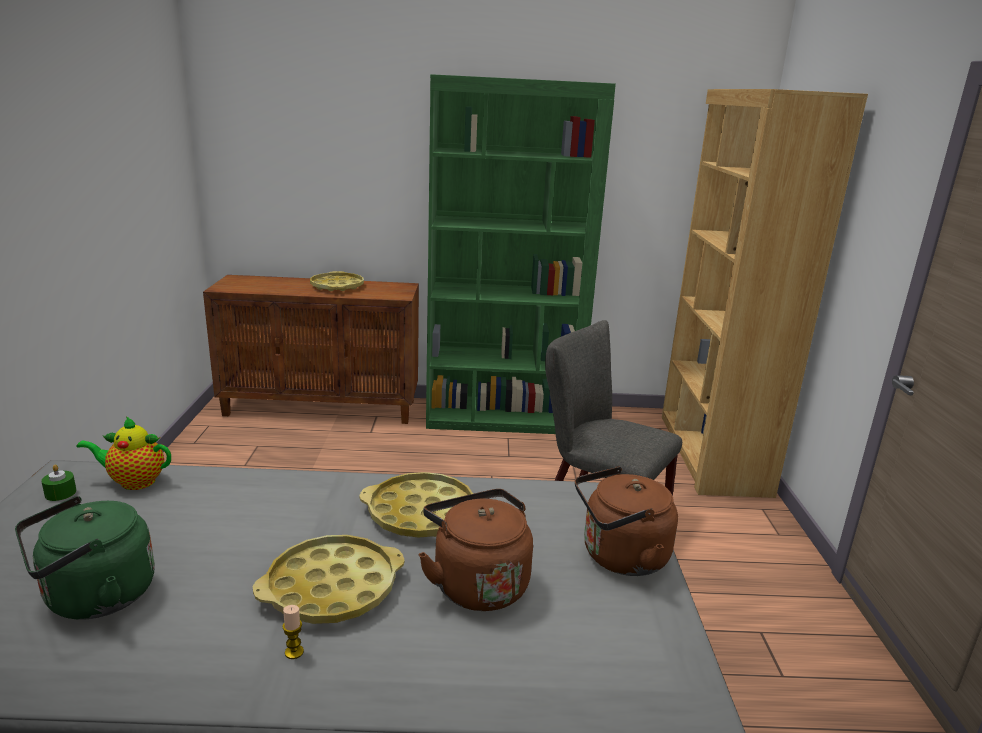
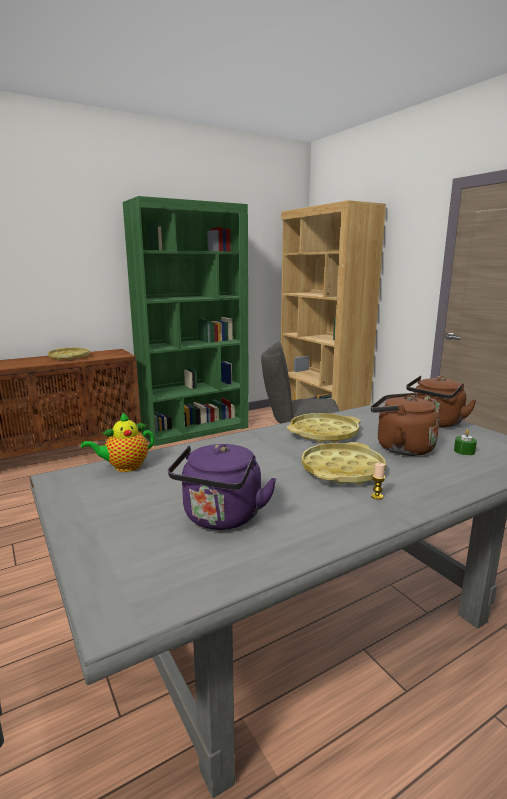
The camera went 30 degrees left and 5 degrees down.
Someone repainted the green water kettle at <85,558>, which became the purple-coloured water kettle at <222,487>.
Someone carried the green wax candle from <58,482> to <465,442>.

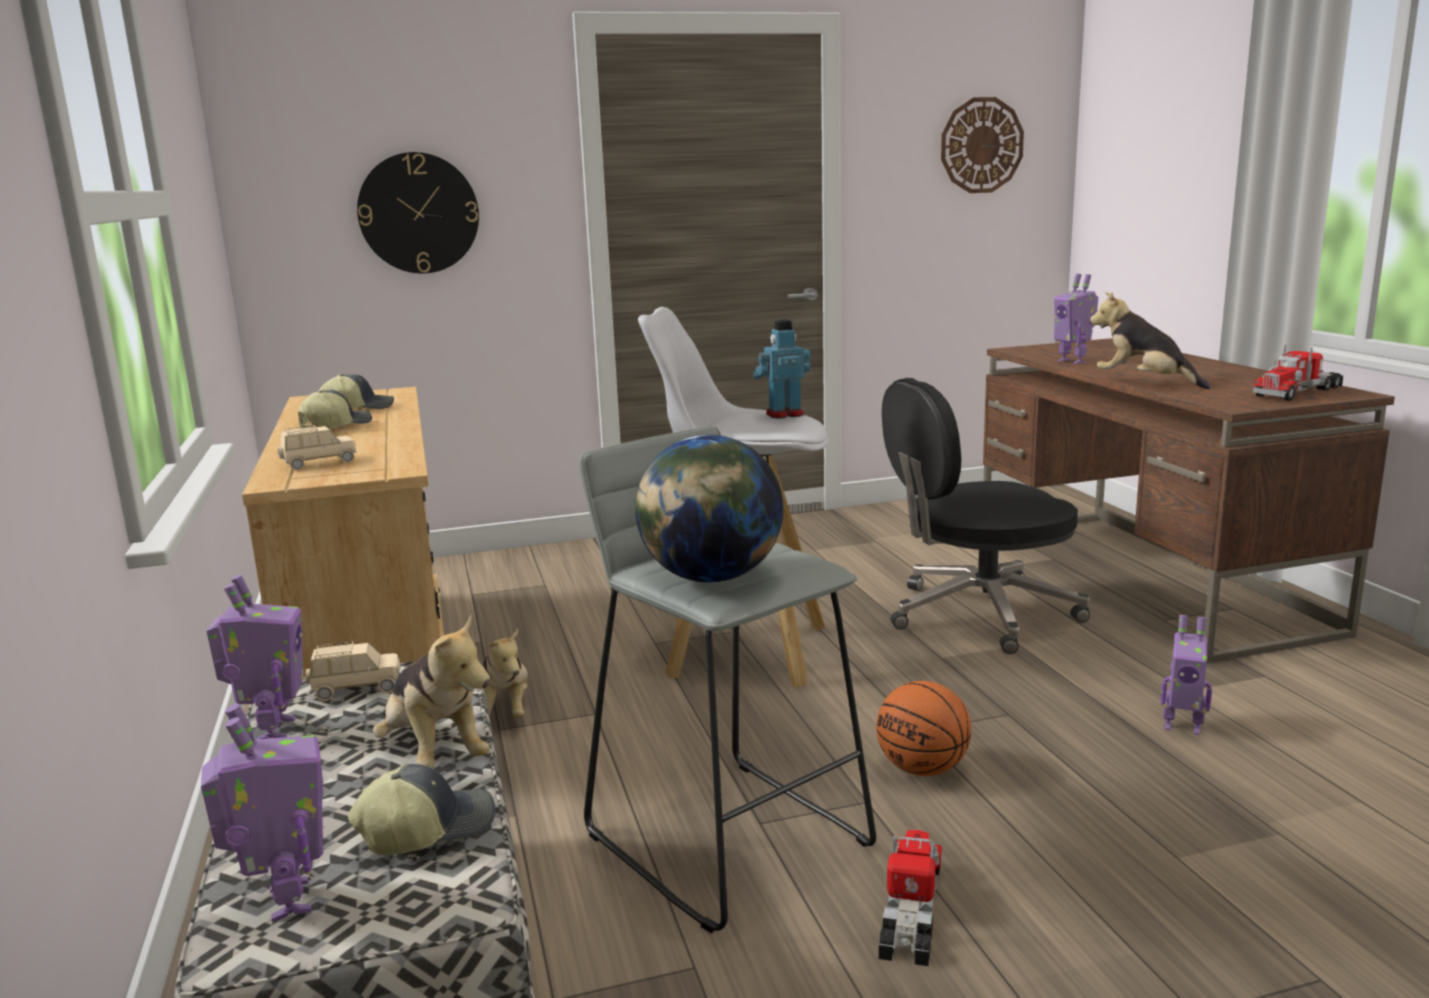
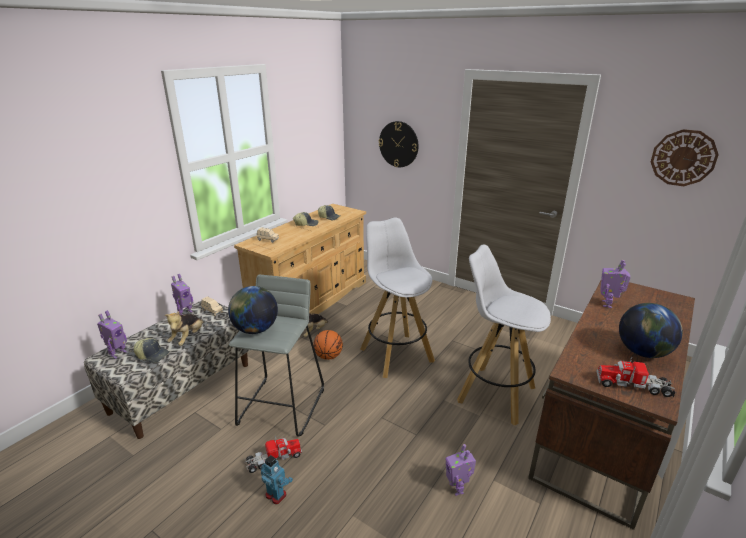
The camera went 50 degrees right and 10 degrees up.
Someone carried the robot figure from <781,369> to <276,479>.
Someone carried the basketball from <923,728> to <328,345>.
Someone swapped the blackish desk chair at <986,516> for the white-coloured stool at <504,335>.
Someone took away the plush toy at <1150,340>.
Someone put down the world globe at <651,330>.

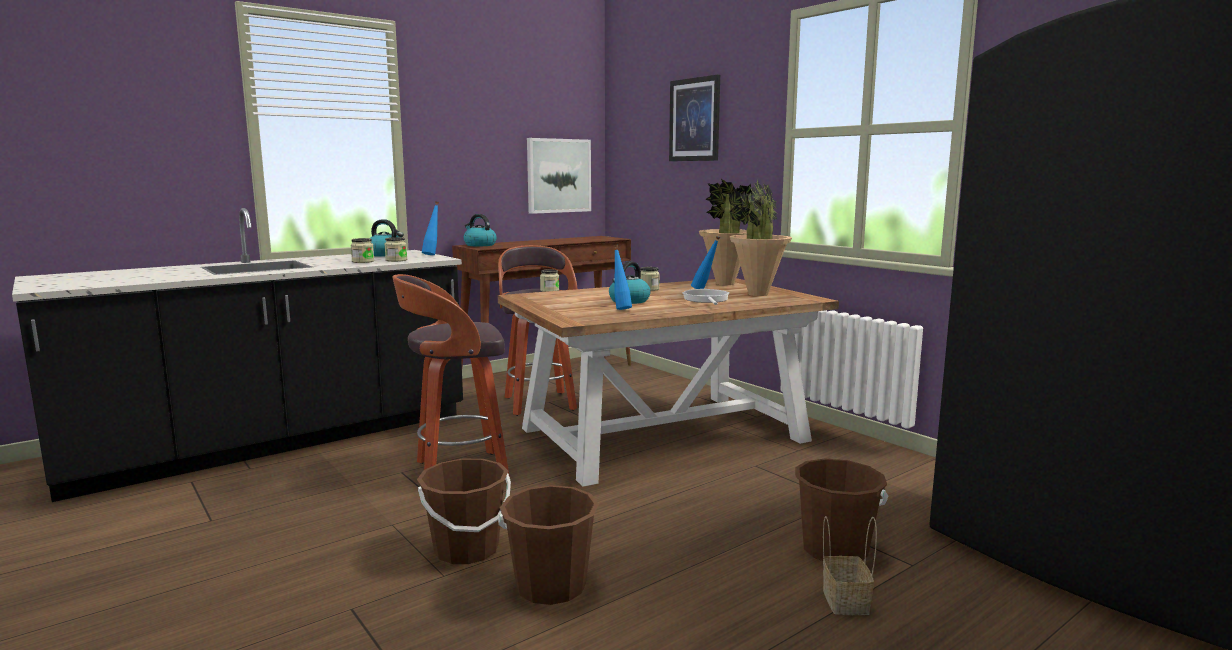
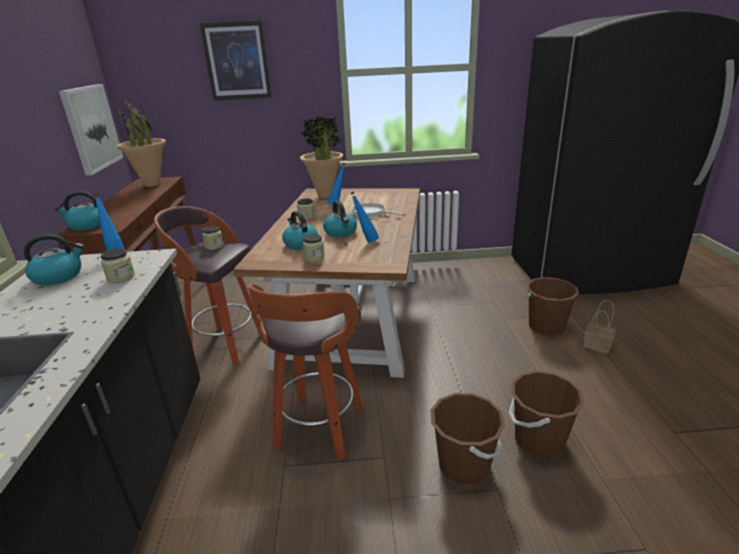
The camera went 55 degrees left and 15 degrees up.
Someone carried the storage jar from <362,250> to <314,248>.
Someone carried the potted plant from <761,237> to <141,143>.
Someone put down the water kettle at <300,230>.

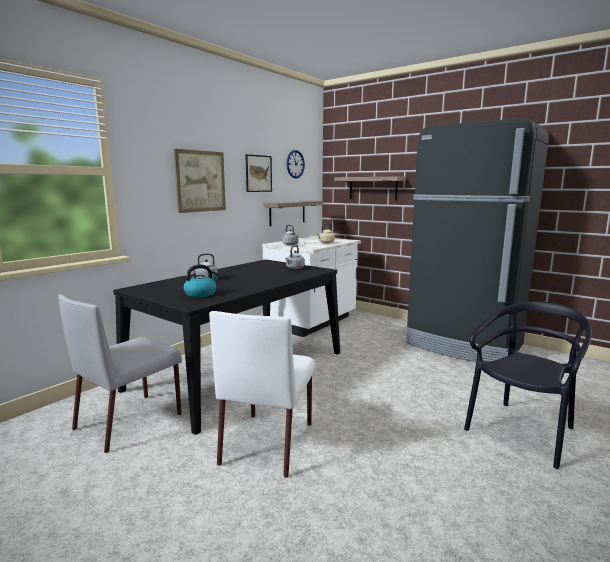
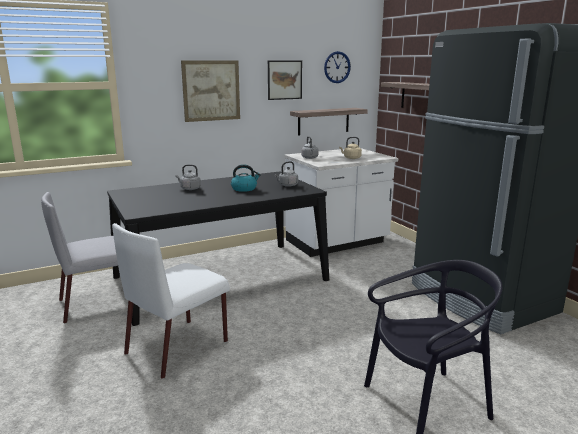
The camera went 25 degrees right and 5 degrees up.
Someone carried the water kettle from <201,280> to <246,178>.

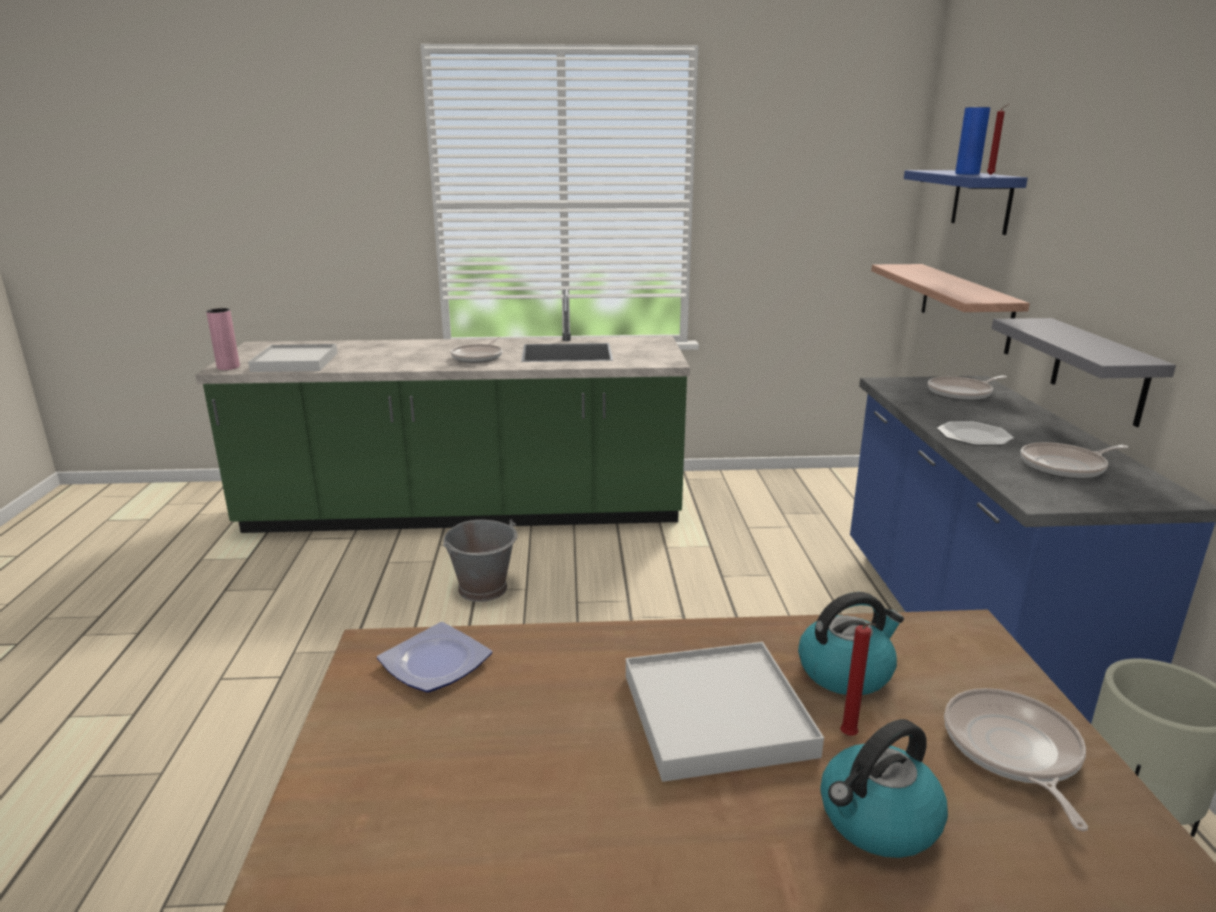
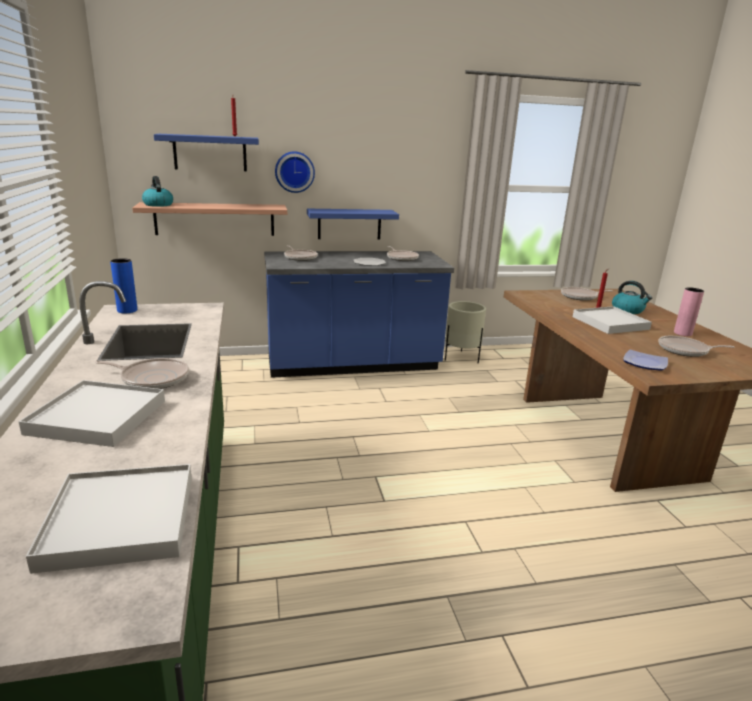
The camera went 100 degrees left and 0 degrees up.
Someone carried the pink decorative vase from <223,339> to <689,311>.
Someone took away the gray bucket at <480,561>.
Someone carried the water kettle from <851,643> to <157,191>.
Someone carried the blue decorative vase from <972,141> to <123,285>.
Someone repainted the gray wall shelf at <1084,372>, which became the blue wall shelf at <353,224>.
Someone put down the white-coloured serving tray at <92,413>.
Someone put up the wall clock at <295,172>.
Someone put down the frying pan at <696,346>.

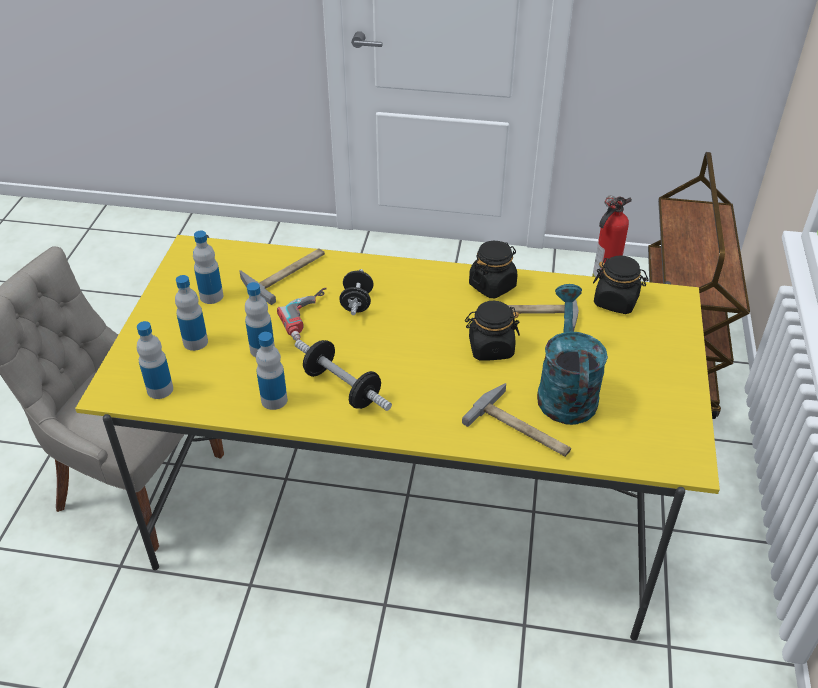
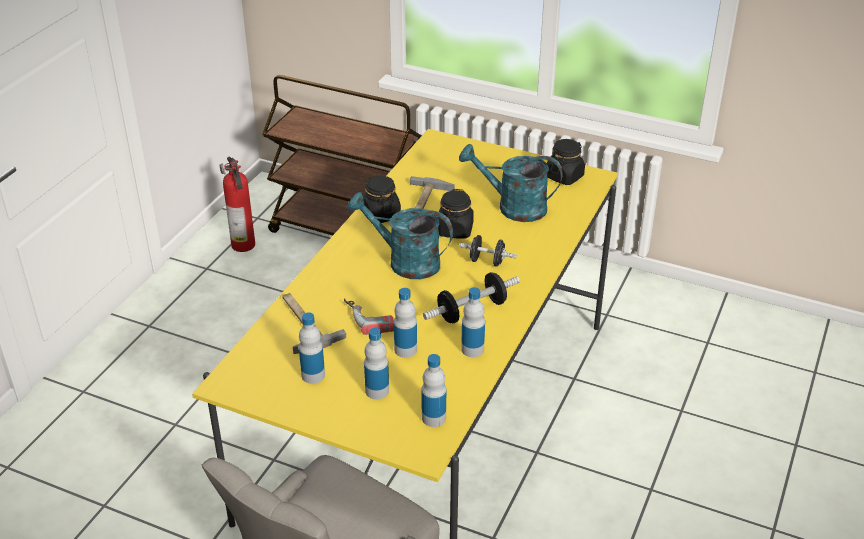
The camera went 75 degrees left and 5 degrees down.
Someone carried the blackish dumbbell from <356,292> to <488,251>.
Someone took away the tool hammer at <516,420>.
Someone carried the blackish storage jar from <620,284> to <566,162>.
Someone put down the blue-green sprinkling can at <400,235>.

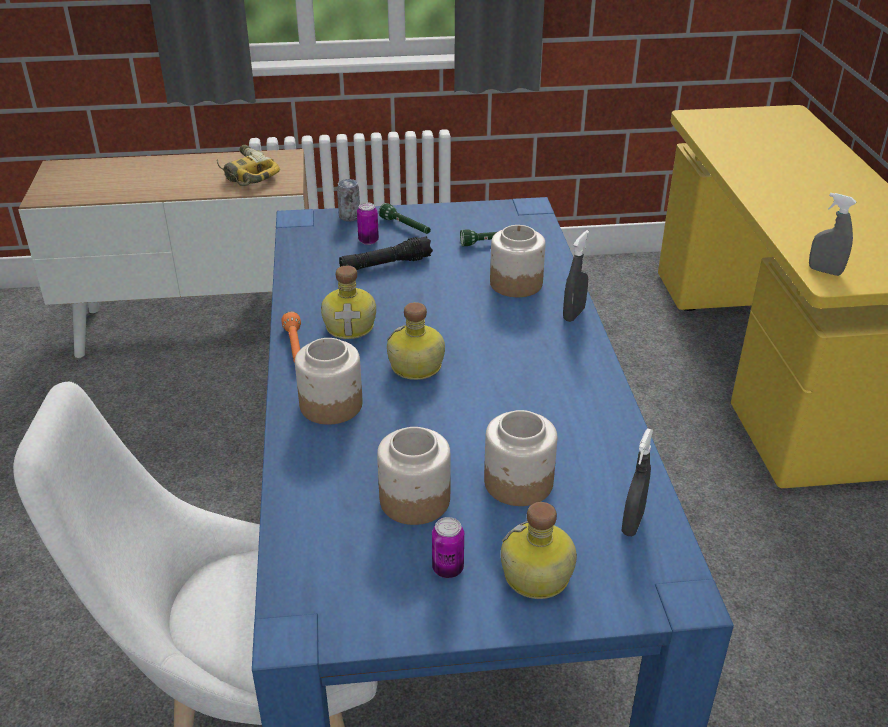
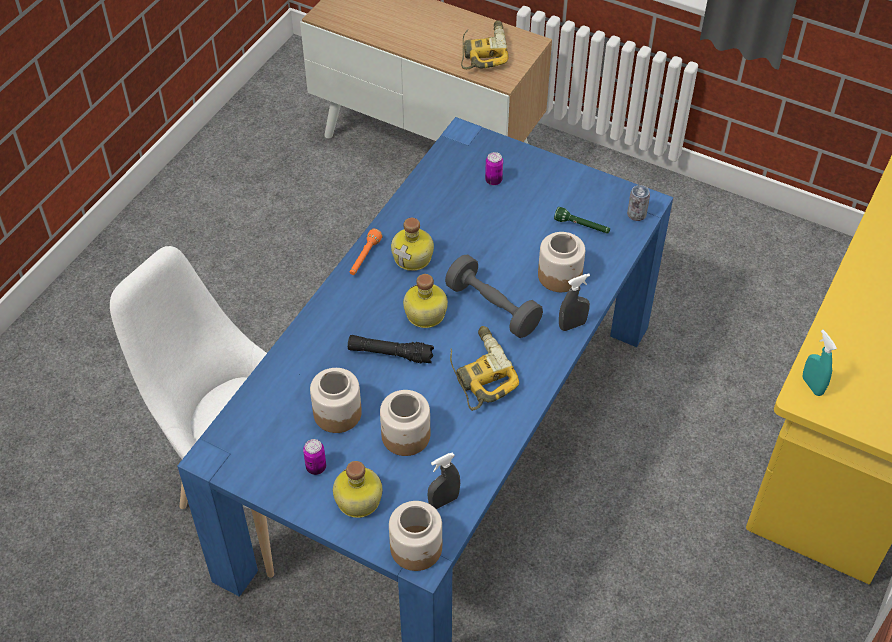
The camera went 35 degrees right and 15 degrees up.
Someone carried the storage jar from <329,381> to <415,536>.
Someone carried the metal can from <348,200> to <638,203>.
Someone carried the blackish hand torch from <386,253> to <391,349>.
Someone took away the green hand torch at <405,218>.
Someone repainted the gray hand sprayer at <832,234>, which became the blue-green hand sprayer at <820,363>.
Someone put down the gray dumbbell at <494,296>.
Someone put down the electric drill at <484,368>.

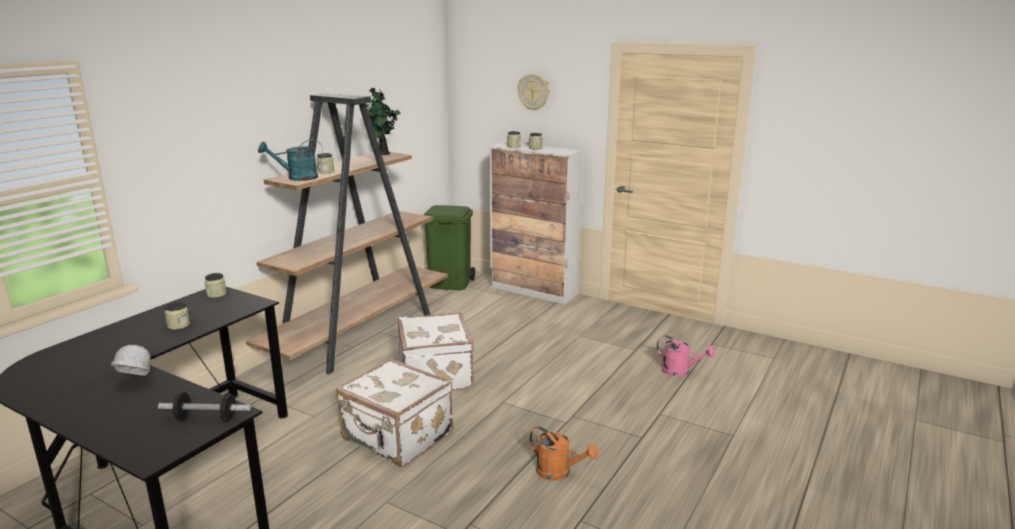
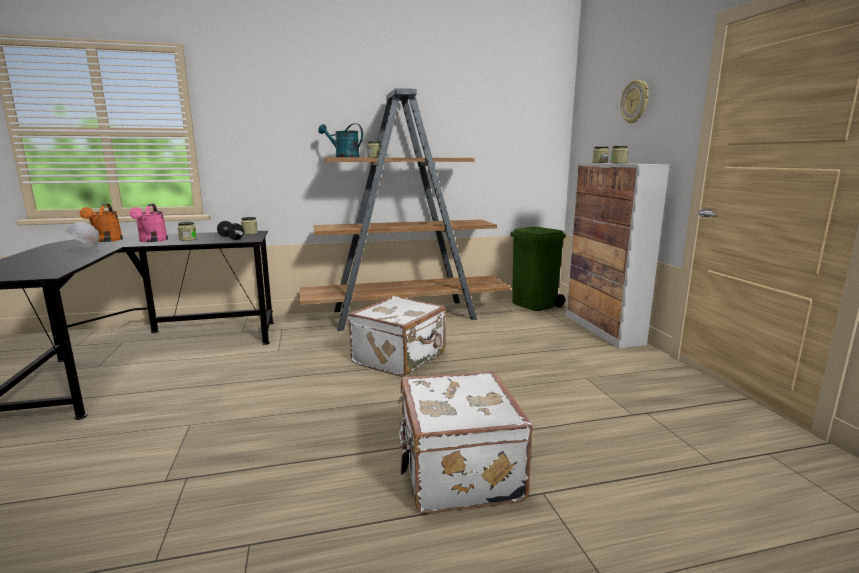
The camera went 45 degrees right and 5 degrees down.
Someone carried the dumbbell from <204,407> to <230,230>.
Someone carried the white-coloured piece of luggage from <394,413> to <465,442>.
Someone took away the potted plant at <382,121>.
Someone carried the orangey sprinkling can from <563,454> to <101,223>.
Someone carried the pink sprinkling can from <686,356> to <148,223>.

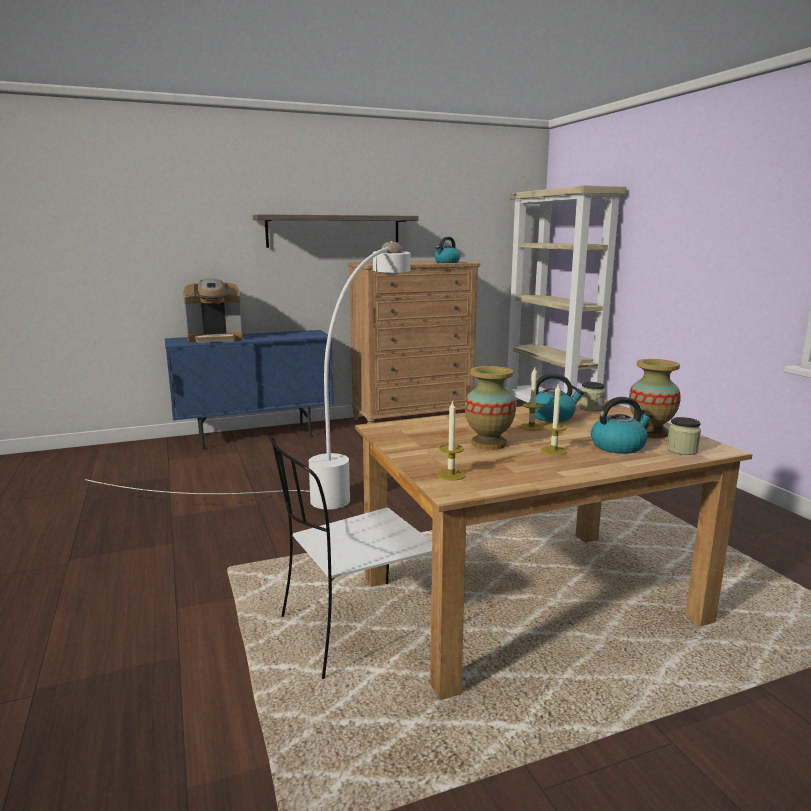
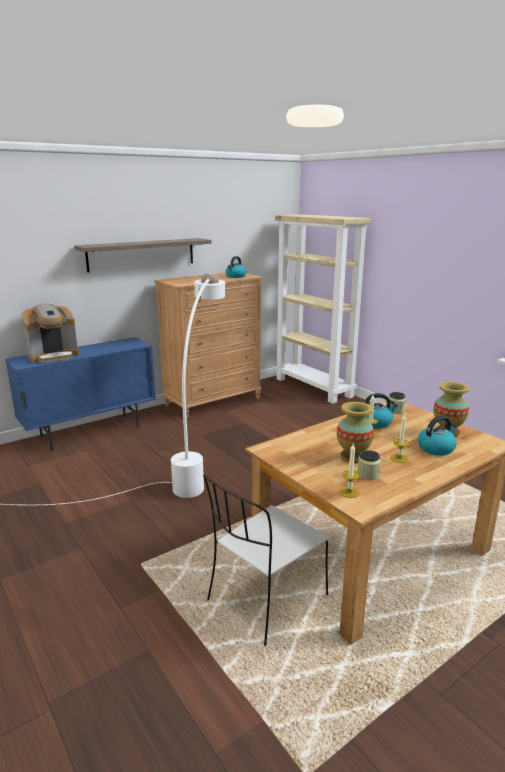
The camera went 15 degrees left and 5 degrees up.
Someone carried the storage jar from <684,436> to <369,465>.

